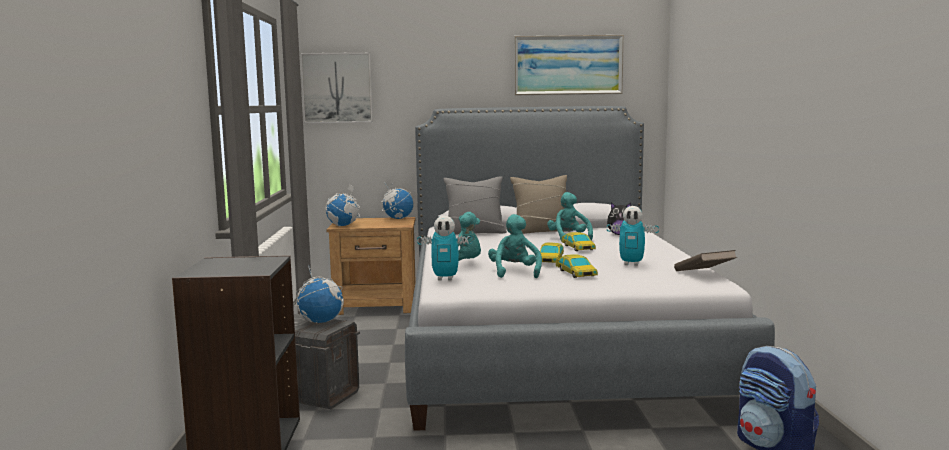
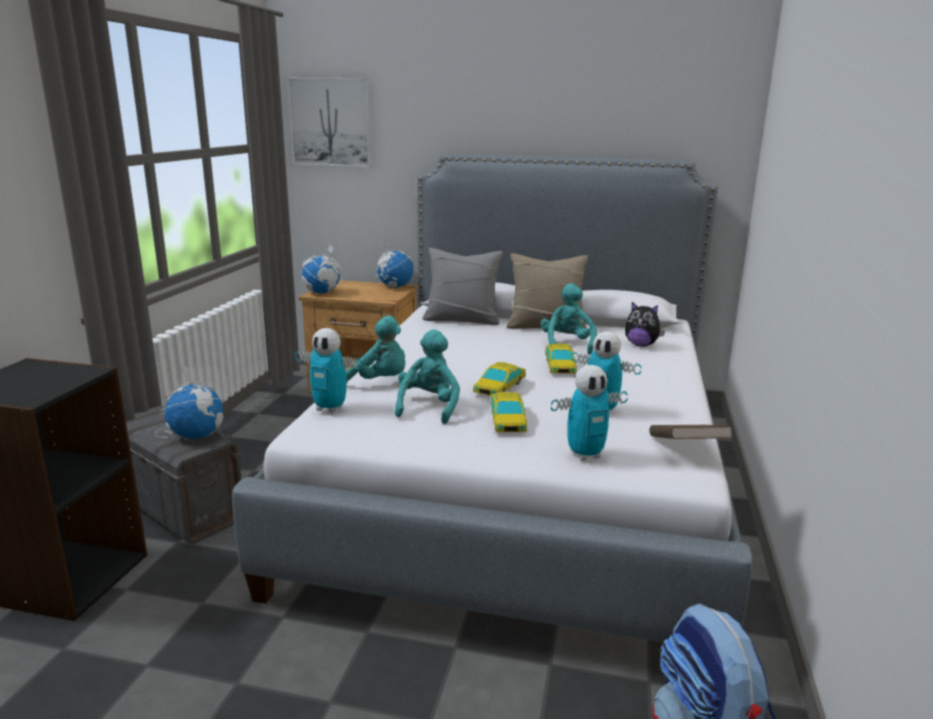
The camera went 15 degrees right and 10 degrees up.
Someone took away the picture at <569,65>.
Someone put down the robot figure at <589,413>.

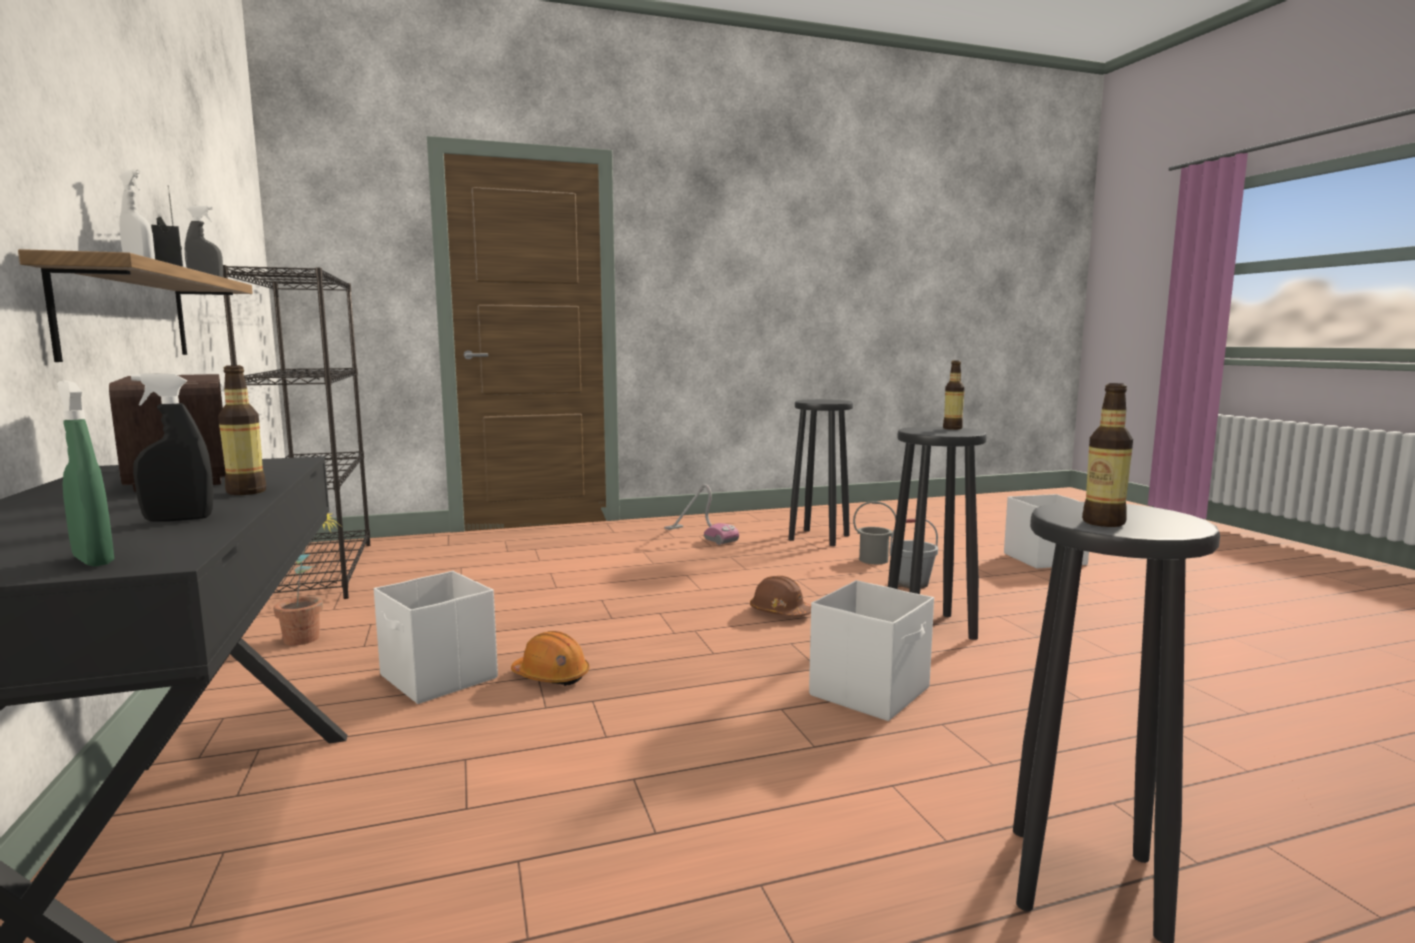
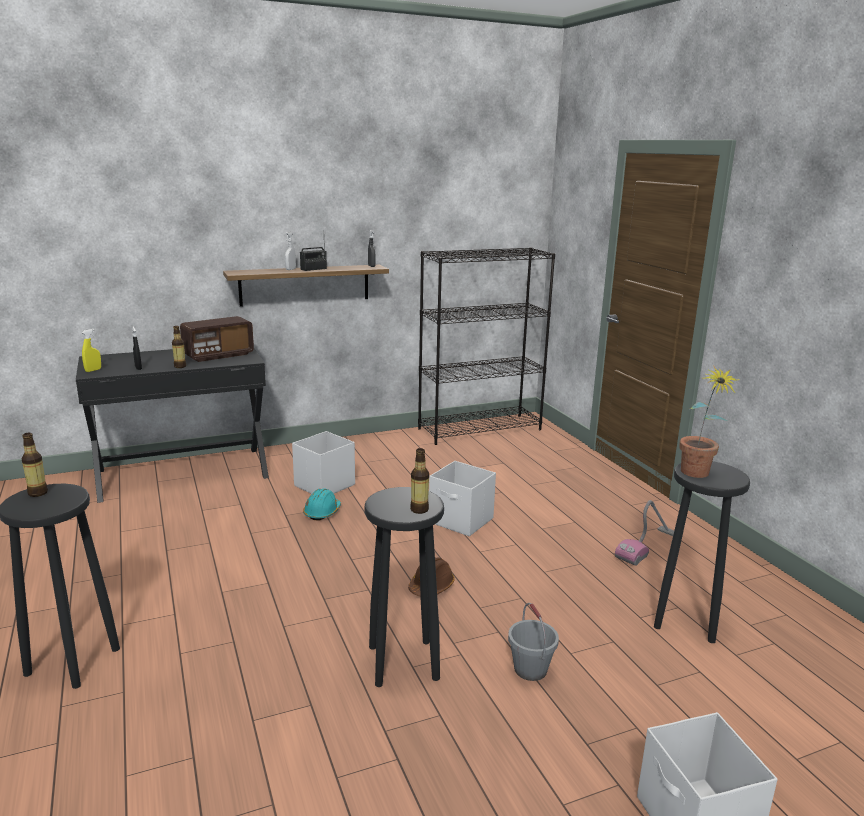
The camera went 85 degrees right and 10 degrees up.
Someone repainted the green hand sprayer at <85,474>, which became the yellow-coloured hand sprayer at <91,350>.
Someone carried the potted plant from <307,579> to <710,422>.
Someone repainted the orangey safety helmet at <550,658>, which became the blue-green safety helmet at <322,504>.
Someone carried the white-coloured storage container from <871,650> to <462,498>.
Someone took away the gray bucket at <874,532>.

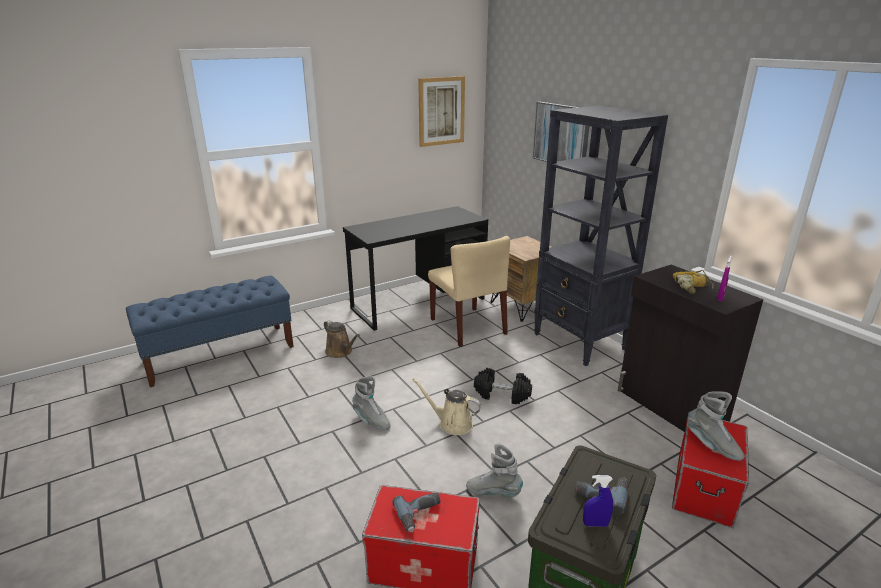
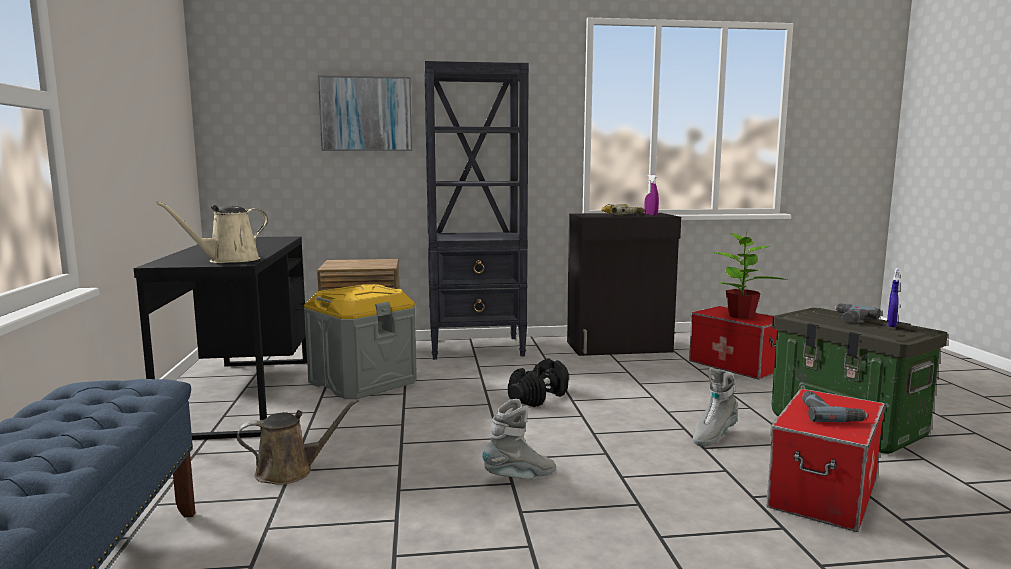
The camera went 65 degrees left and 15 degrees down.
Someone carried the beige sprinkling can from <447,407> to <212,232>.
Someone took away the picture at <441,111>.
Someone swapped the beige chair at <469,291> for the gray storage container at <360,341>.
Someone swapped the gray high-top boot at <715,426> for the potted plant at <750,274>.

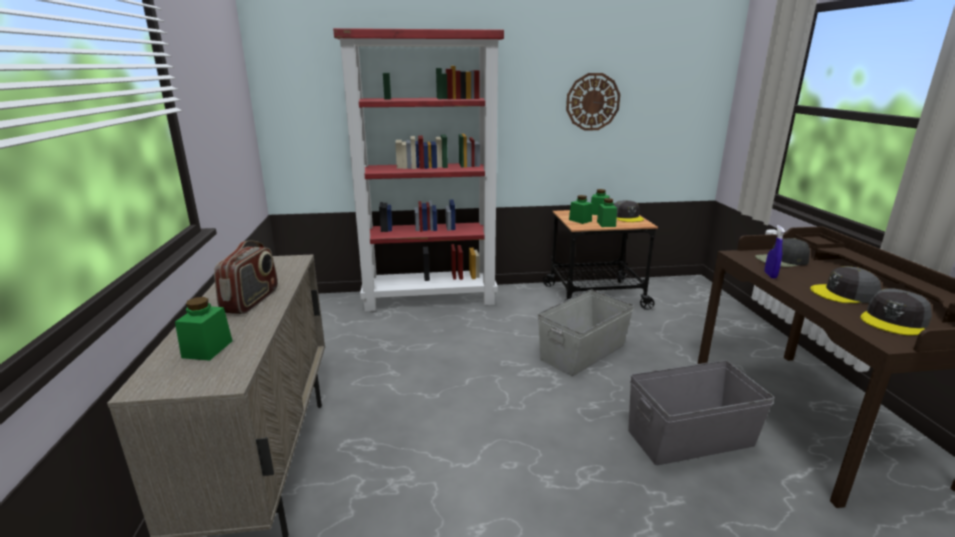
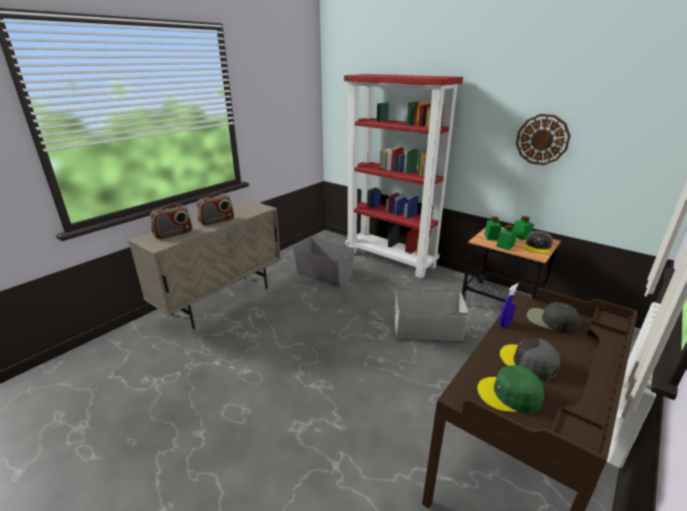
The camera went 45 degrees right and 5 degrees up.
Someone swapped the green storage jar at <203,329> for the radio receiver at <171,221>.
Someone carried the gray storage container from <701,412> to <323,262>.
Someone repainted the gray cap at <896,312>, which became the green cap at <510,389>.

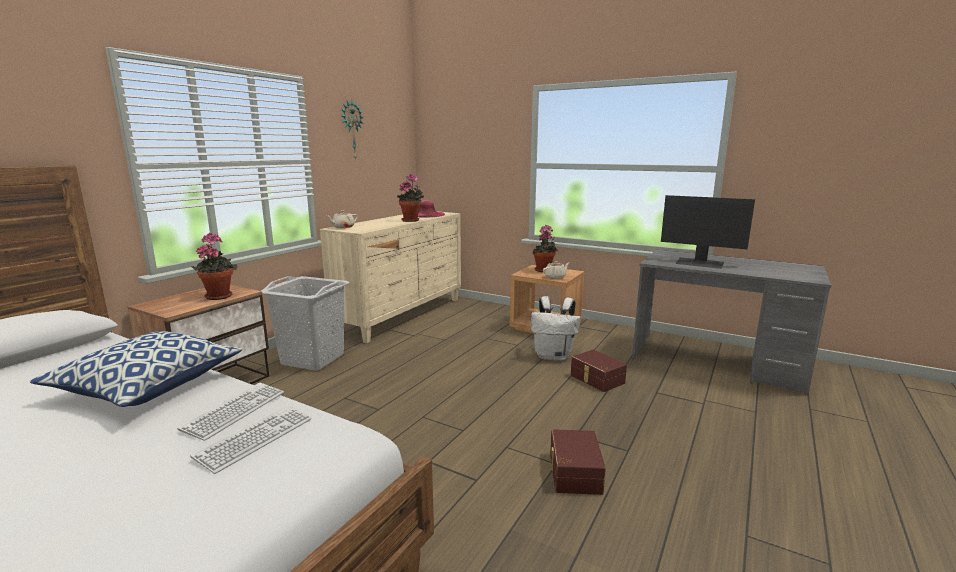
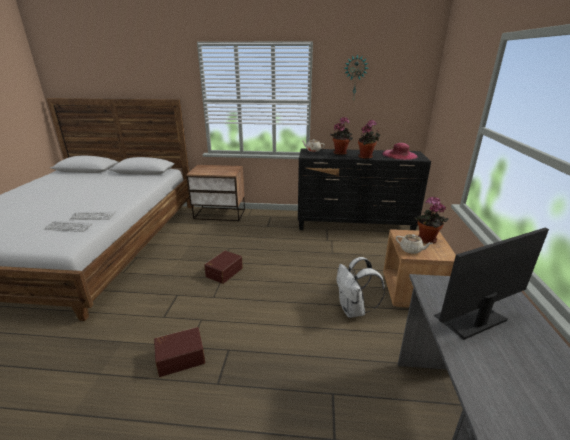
The camera went 65 degrees right and 10 degrees up.
Someone took away the cushion at <136,369>.
Someone carried the potted plant from <214,266> to <341,136>.
Someone took away the gray laundry basket at <305,323>.
Someone repainted the beige chest of drawers at <390,277>, which became the blackish chest of drawers at <364,189>.
Someone carried the brown storage container from <599,371> to <223,267>.
Someone rotated the computer screen at <708,232> by 60 degrees clockwise.

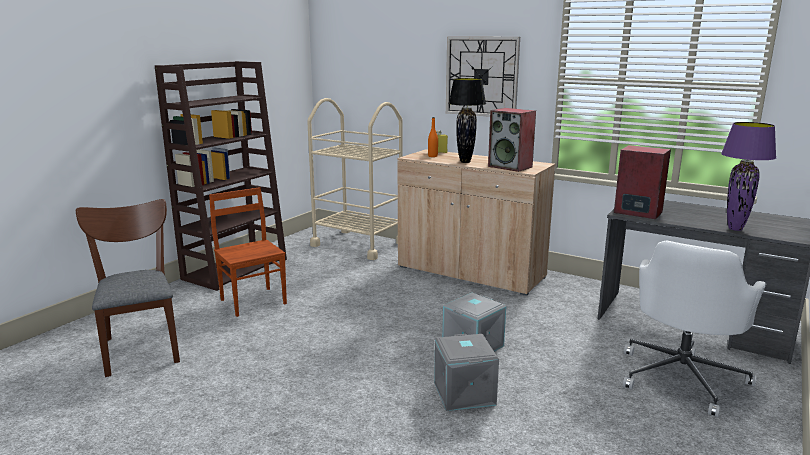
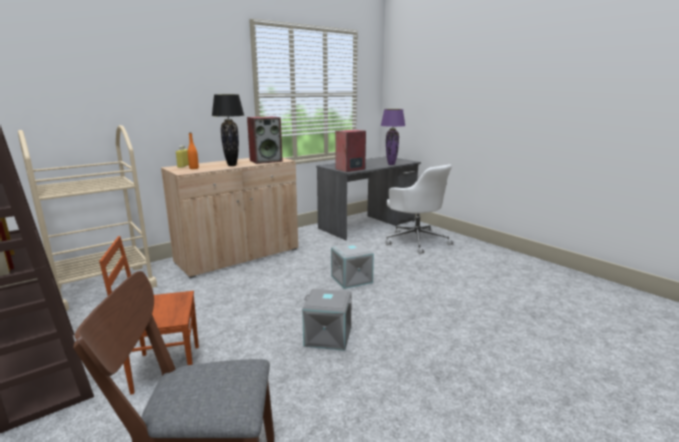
The camera went 70 degrees left and 0 degrees up.
Someone carried the gray storage container from <466,372> to <327,320>.
Someone took away the wall clock at <483,76>.

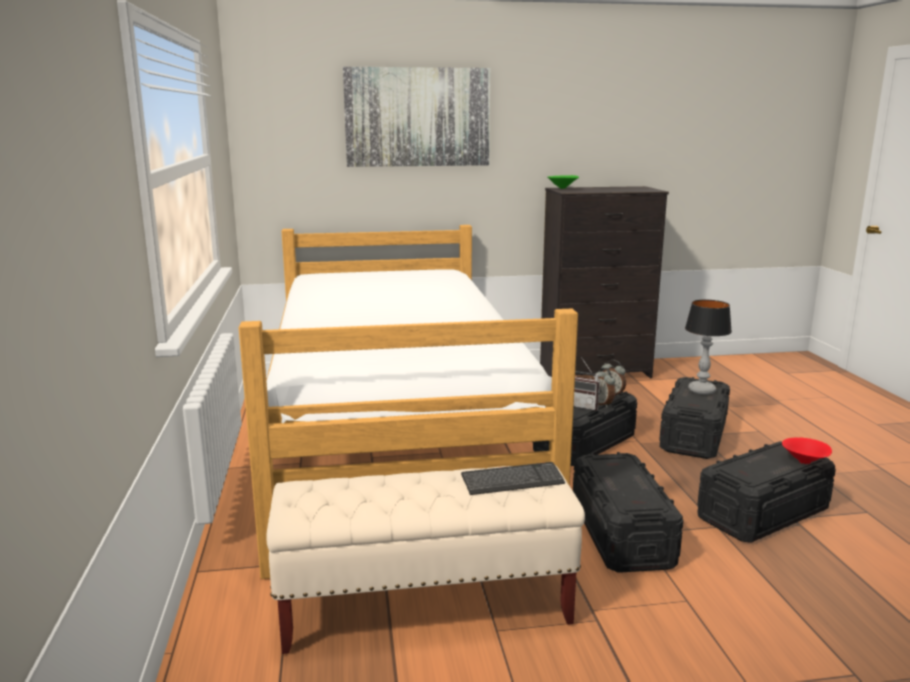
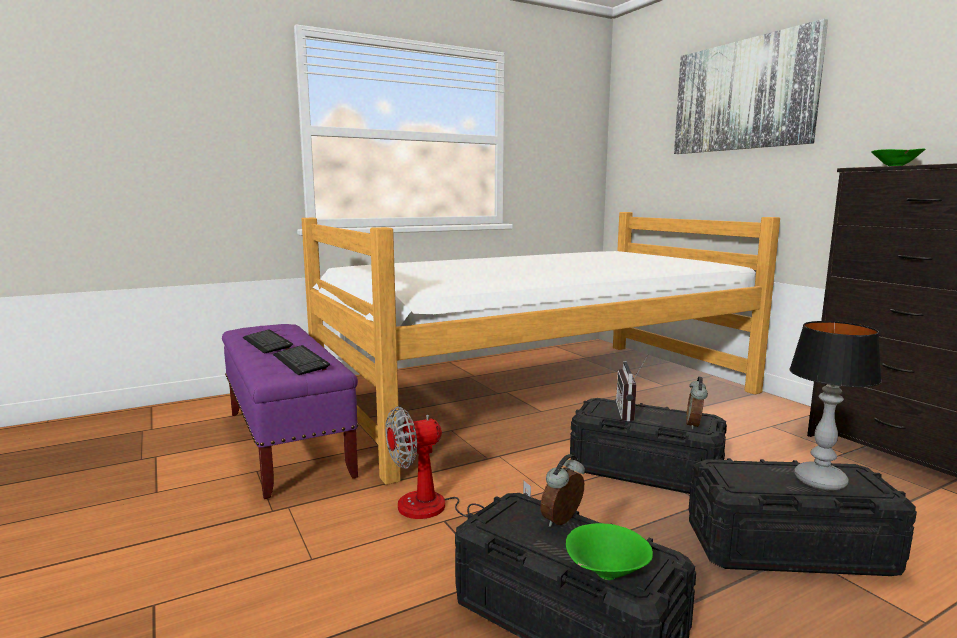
The camera went 70 degrees right and 5 degrees down.
Someone repainted the beige long seat at <425,559>, which became the purple-coloured long seat at <290,411>.
Someone swapped the blackish storage container at <628,512> for the electric fan at <458,463>.
Someone carried the bedside clock from <604,387> to <563,490>.
Someone repainted the red-coloured deep dish at <807,451>, which became the green deep dish at <609,551>.
Someone put down the PC keyboard at <268,341>.

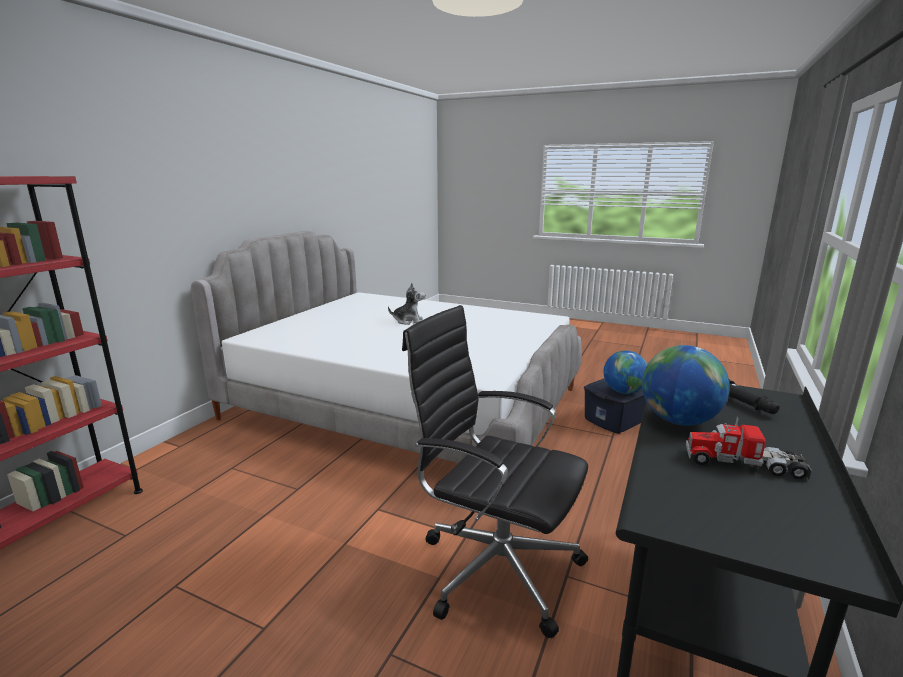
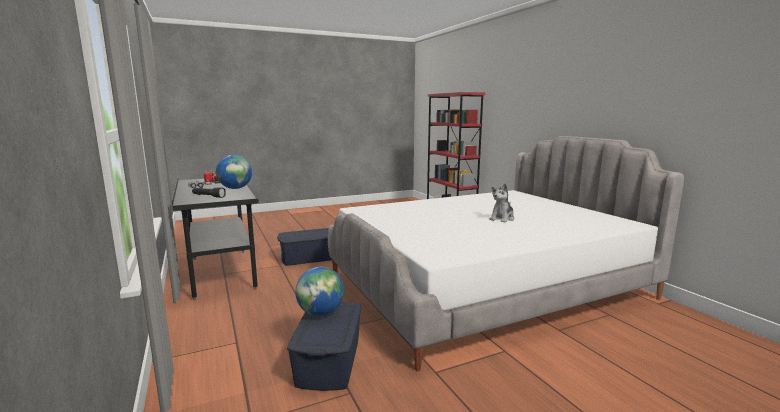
The camera went 130 degrees right and 5 degrees down.
Someone swapped the blackish desk chair at <495,472> for the blue storage container at <304,247>.

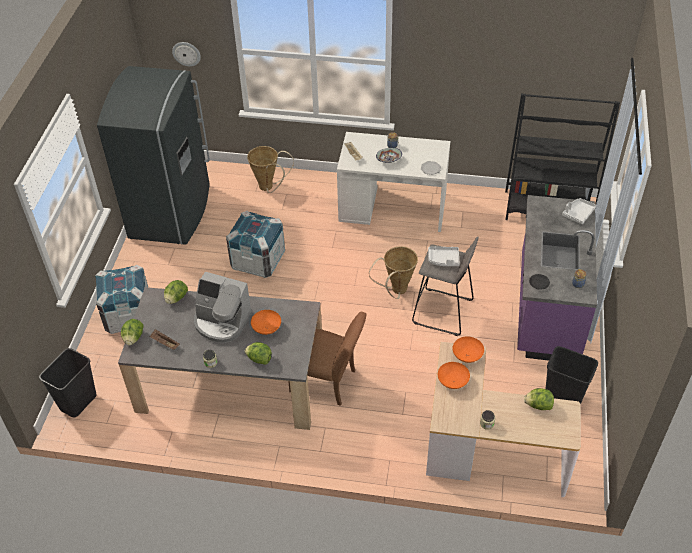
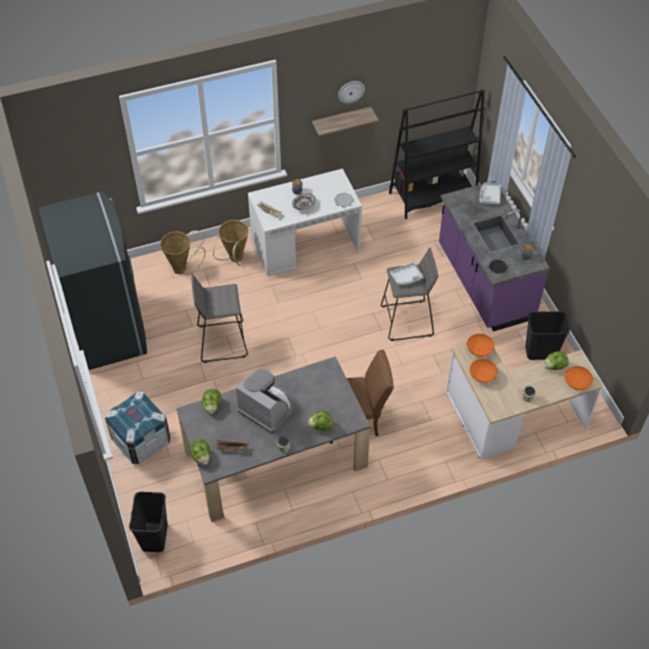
The camera went 30 degrees left and 5 degrees up.
Someone carried the wall clock from <186,54> to <351,92>.
Someone rotated the coffee brewer at <223,307> by 135 degrees counterclockwise.
Someone swapped the crate at <255,244> for the gray stool at <219,318>.
Someone carried the orangey deep dish from <266,322> to <579,378>.
Someone carried the basket from <393,272> to <231,243>.
Someone put up the wall shelf at <345,122>.

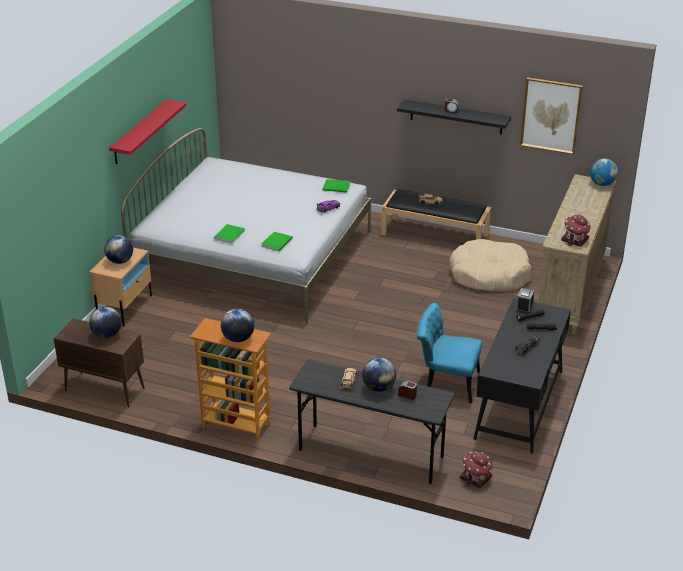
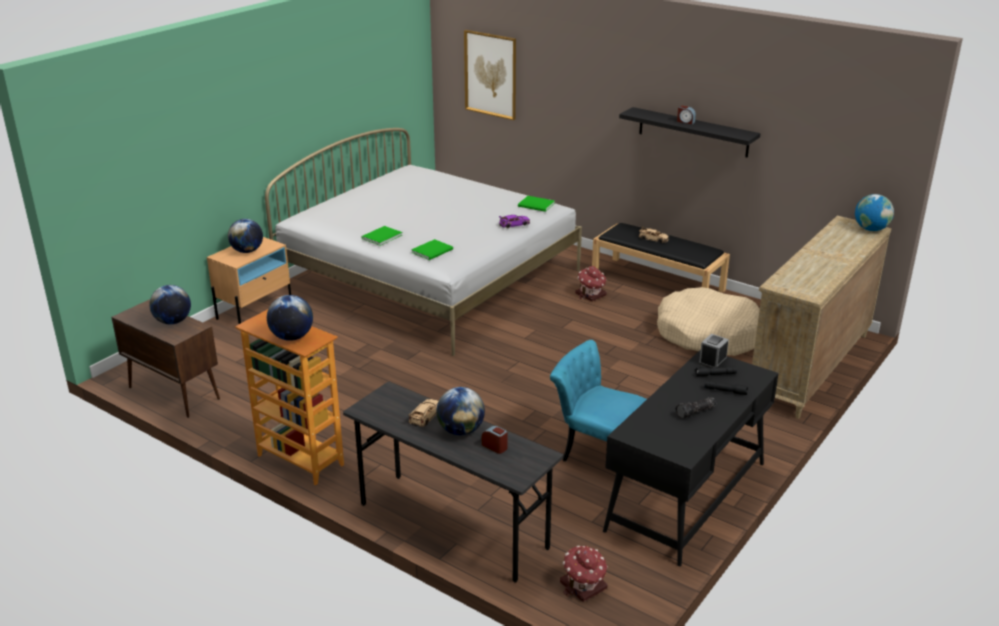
The camera went 15 degrees right and 5 degrees down.
Someone took away the red-coloured wall shelf at <147,131>.
Someone carried the picture from <551,116> to <490,75>.
Someone carried the model house from <576,231> to <591,284>.

